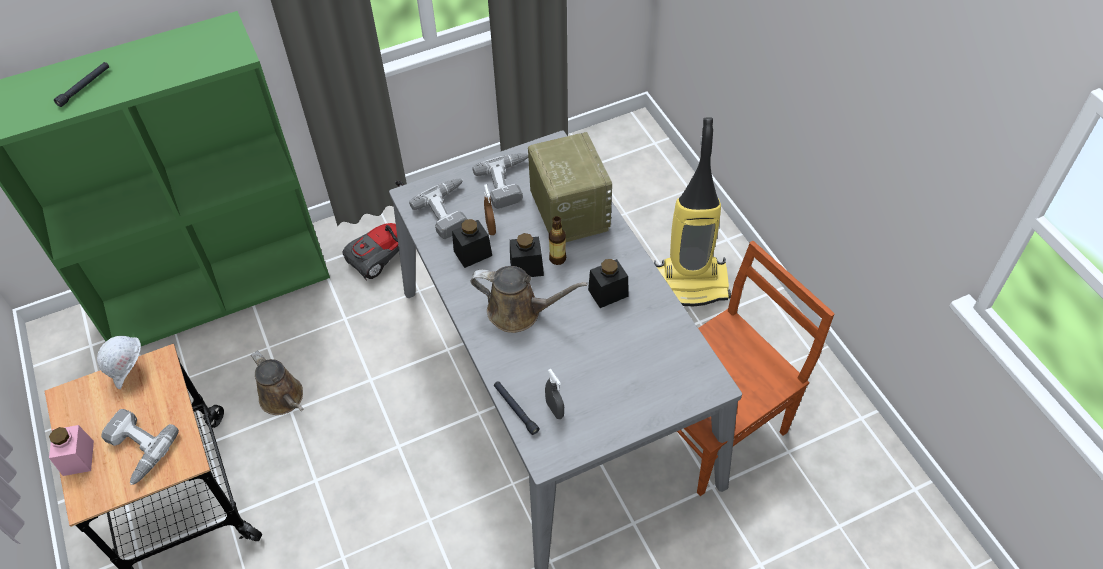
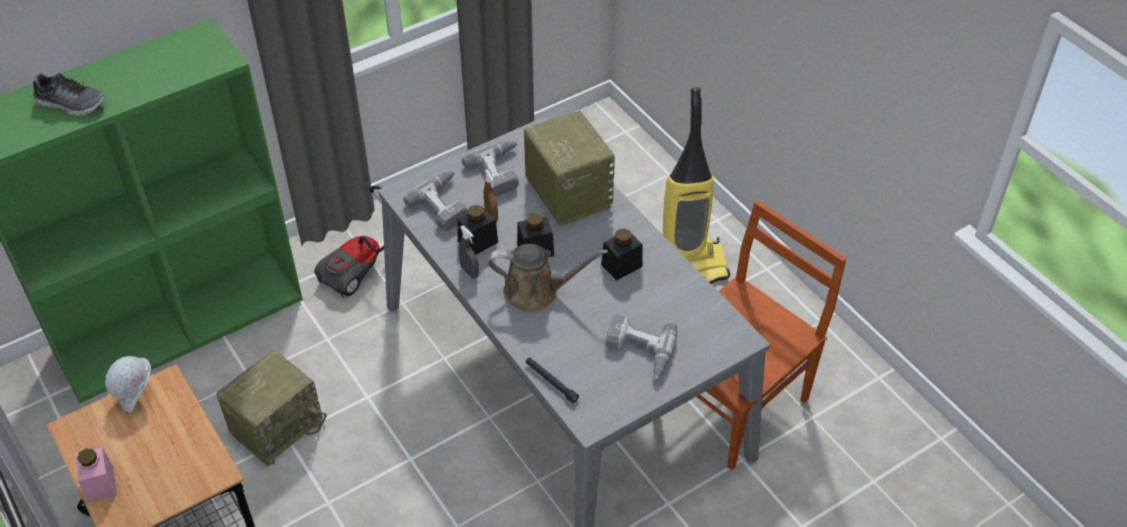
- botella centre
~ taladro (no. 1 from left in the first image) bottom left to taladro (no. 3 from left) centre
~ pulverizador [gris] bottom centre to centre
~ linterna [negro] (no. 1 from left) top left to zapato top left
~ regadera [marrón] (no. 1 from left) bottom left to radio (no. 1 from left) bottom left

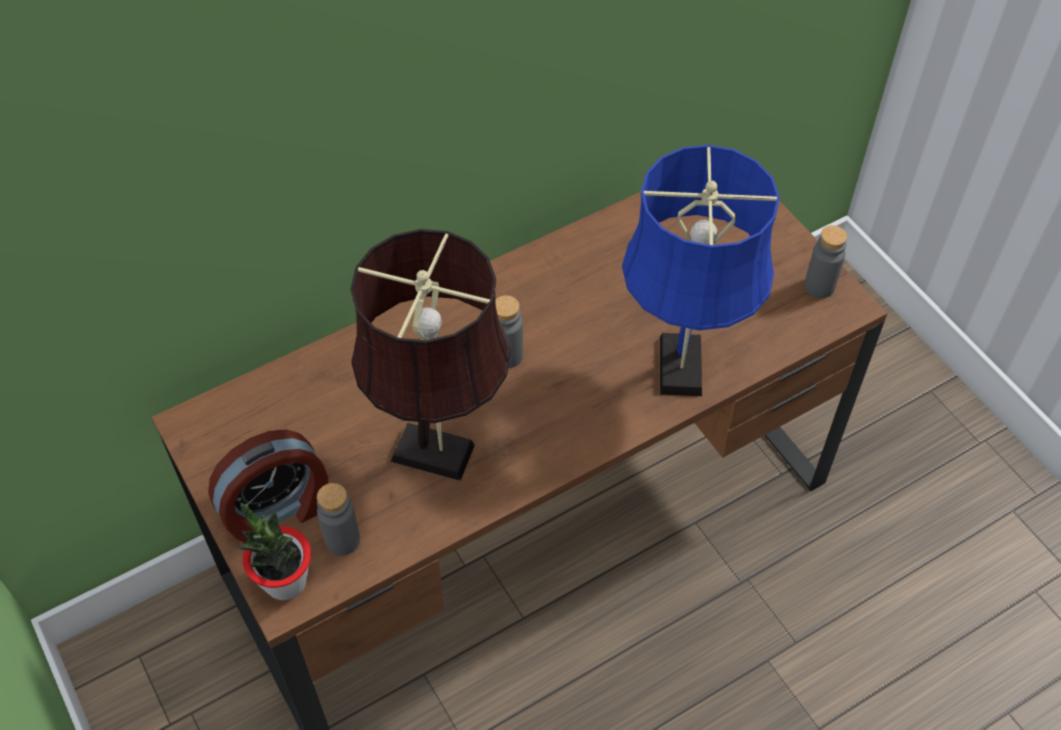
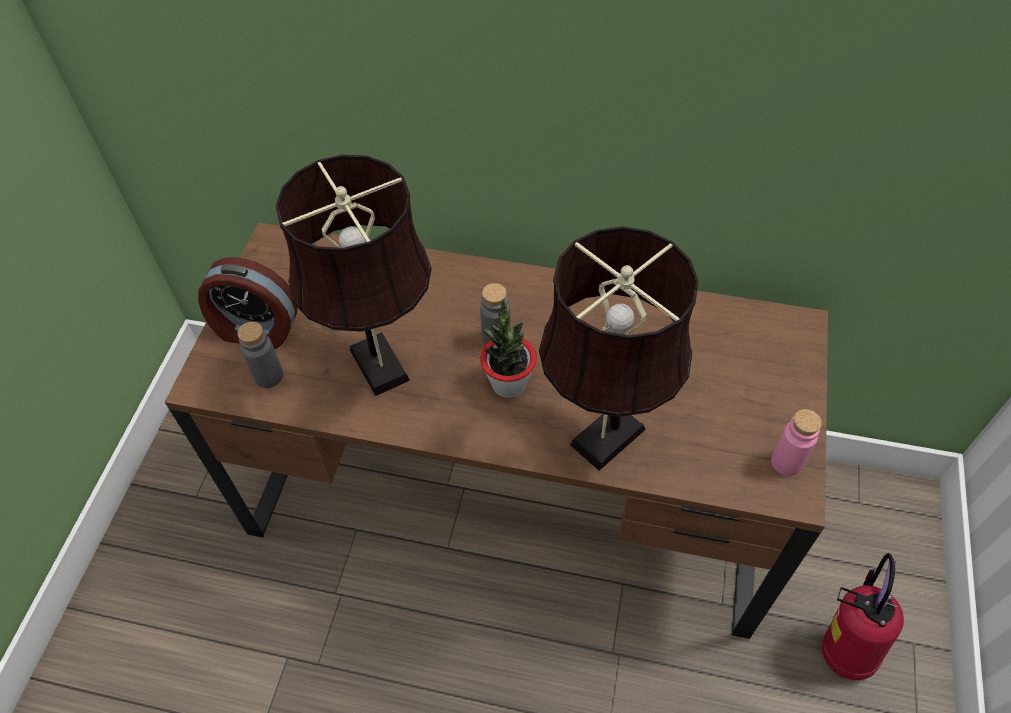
+ extintor bottom right
~ planta en maceta bottom left to centre
~ lámpara de mesa [azul] centre to lámpara de mesa [marrón] (no. 2 from left) centre
~ botella [gris] (no. 3 from left) middle right to botella [rosa] middle right

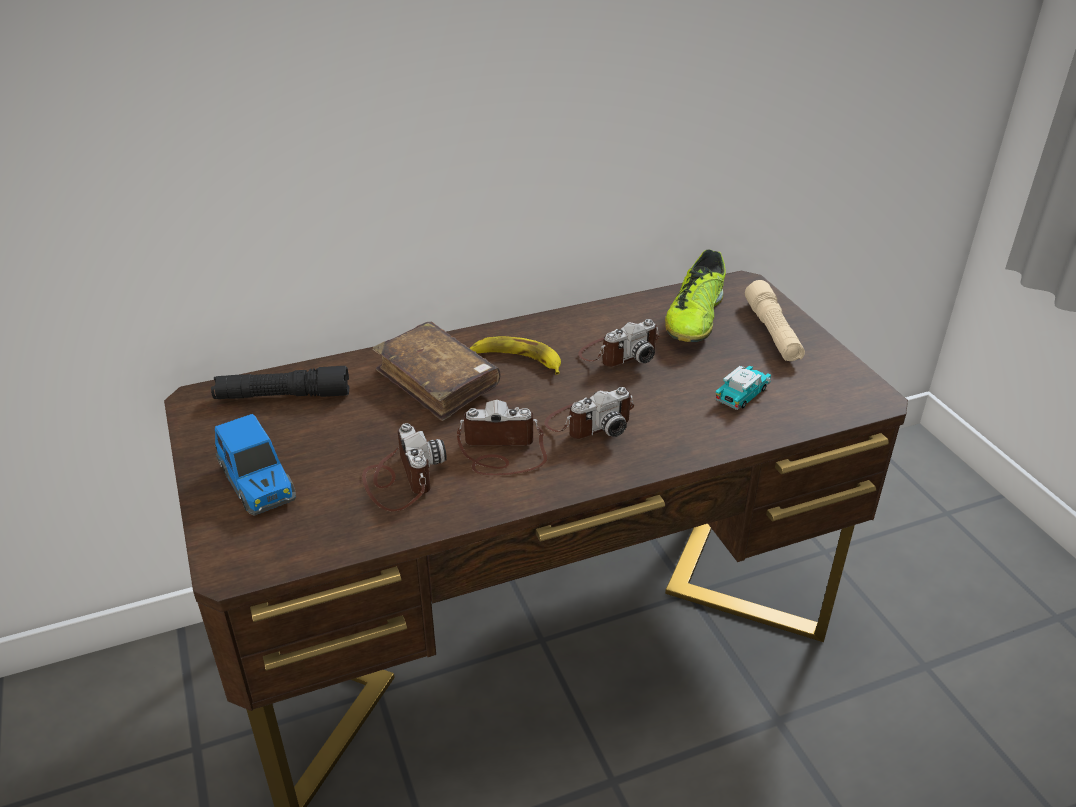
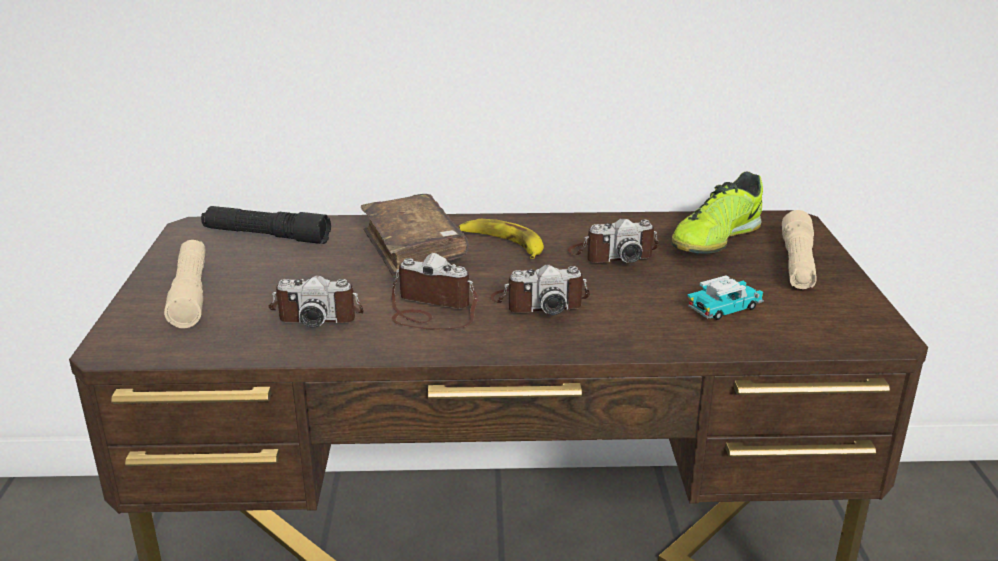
~ coche de juguete (no. 1 from left) middle left to linterna [beis] (no. 1 from left) middle left
~ cámara (no. 1 from left) centre = middle left 90 degrees clockwise

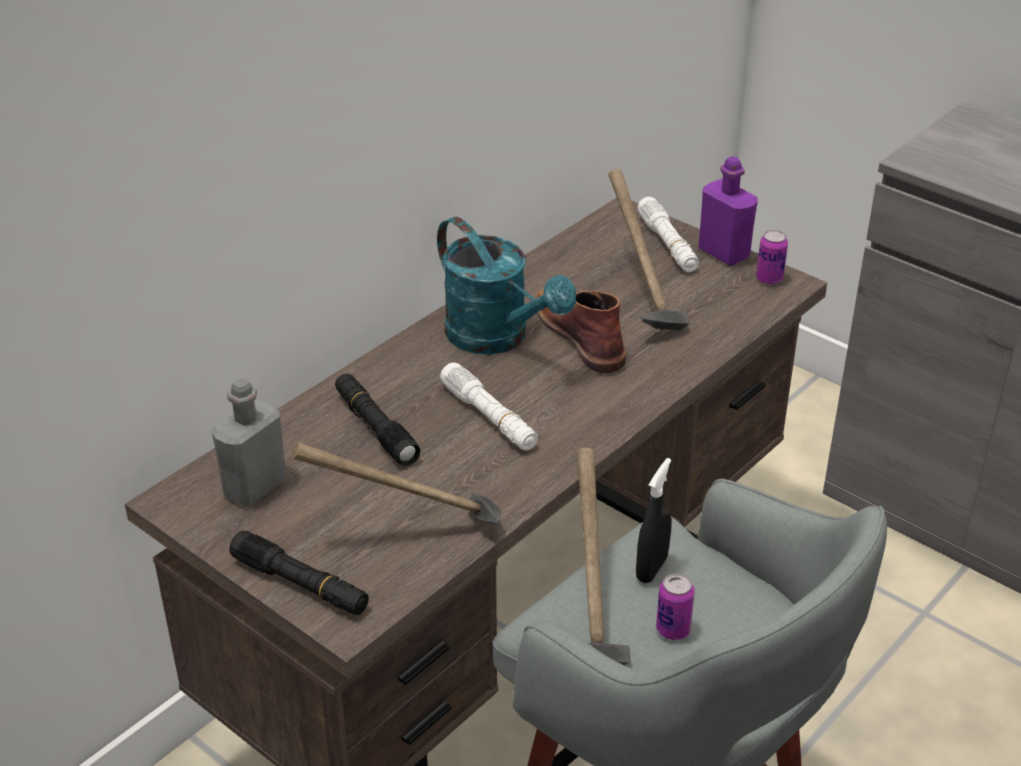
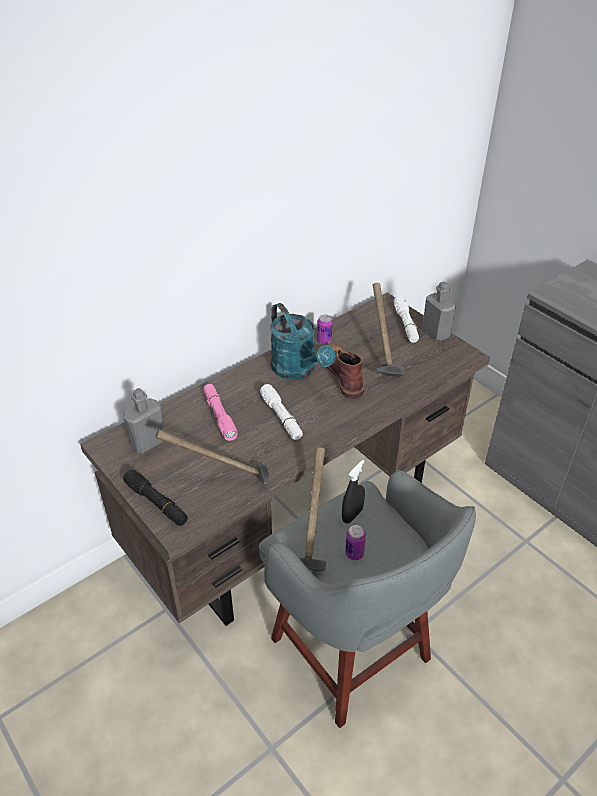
~ lata (no. 2 from left in the first image) middle right to lata (no. 1 from left) centre
~ linterna [negro] (no. 2 from left) centre to linterna [rosa] centre
~ botella [morado] top right to botella [gris] (no. 2 from left) middle right

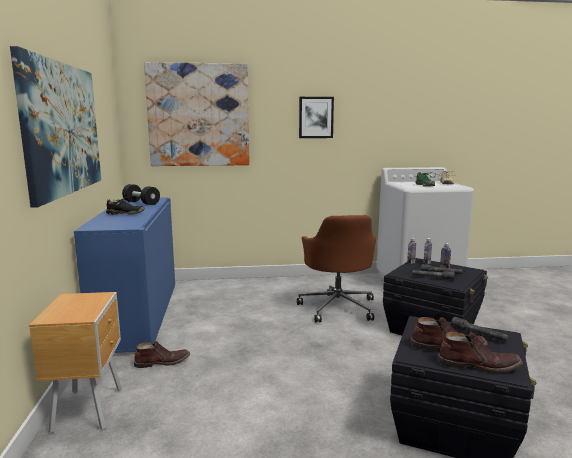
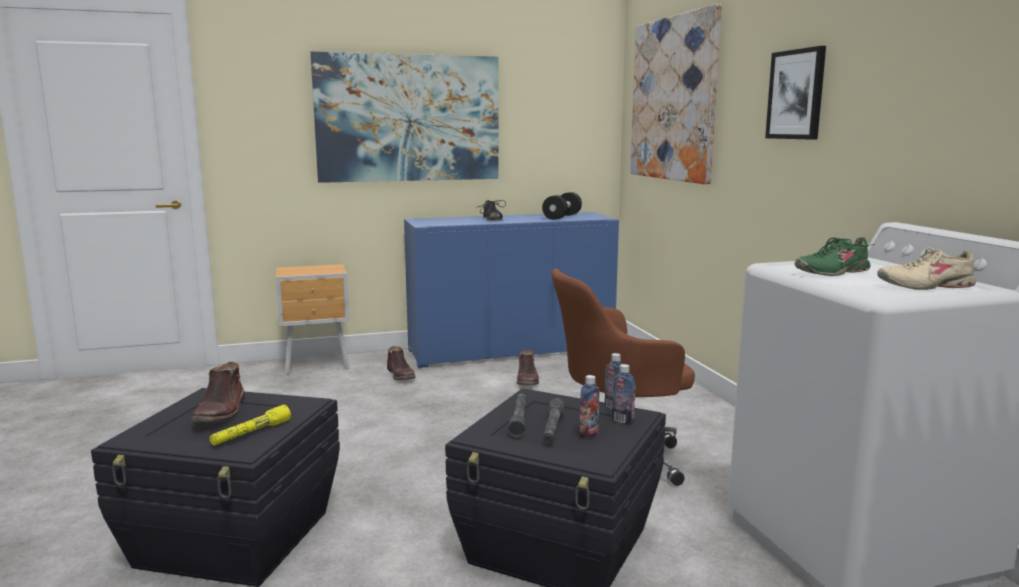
~ bota [marrón] (no. 3 from left) bottom right to centre
~ linterna [gris] (no. 3 from left) bottom right to linterna [amarillo] bottom left

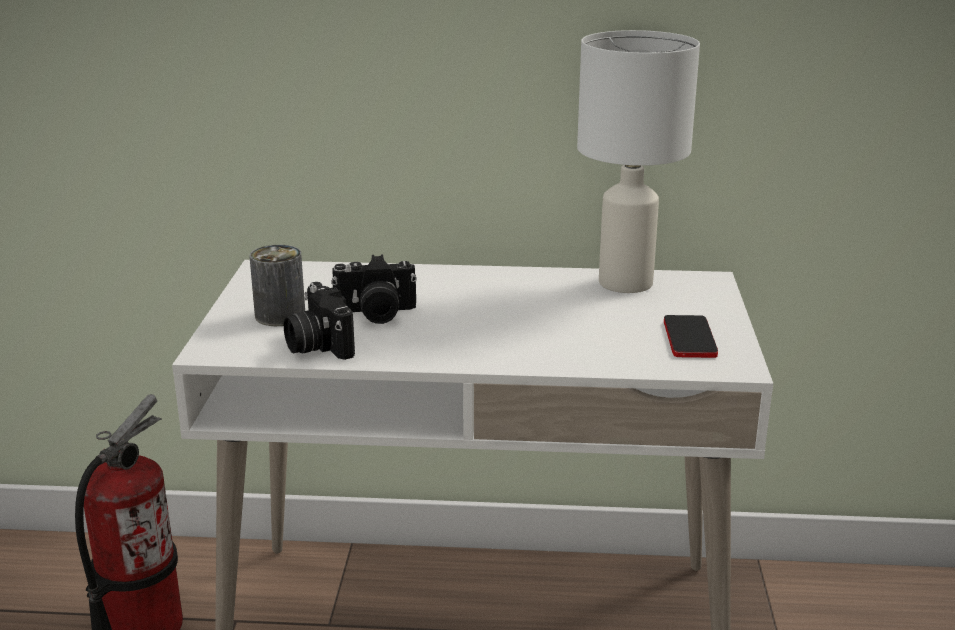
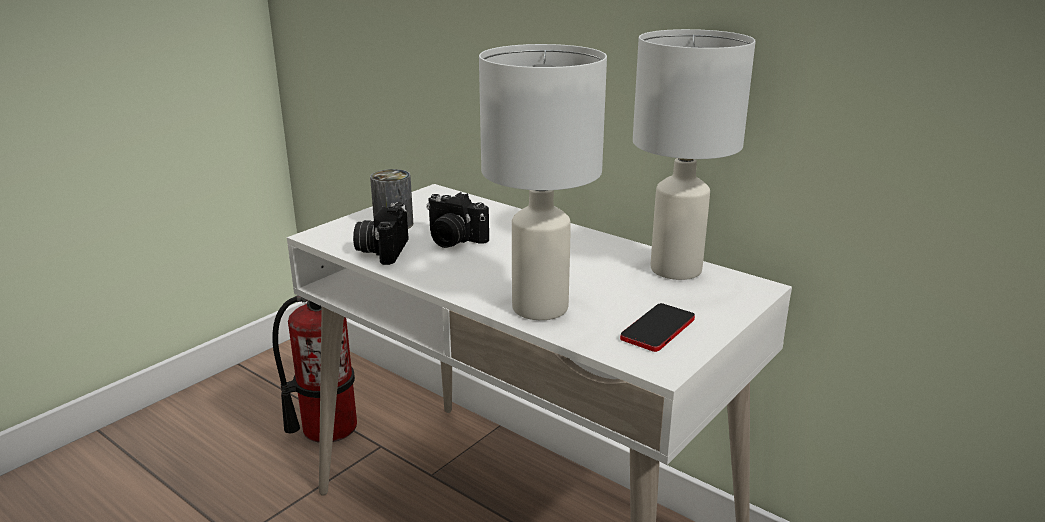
+ lámpara de mesa [blanco] (no. 1 from left) centre

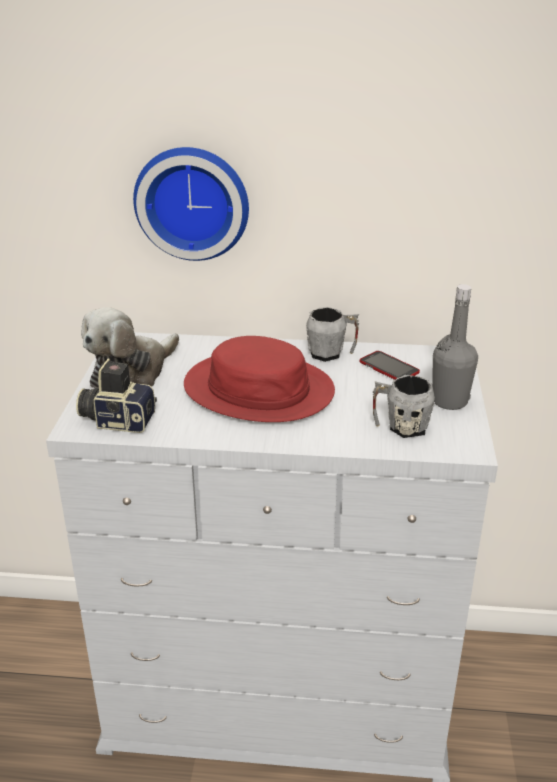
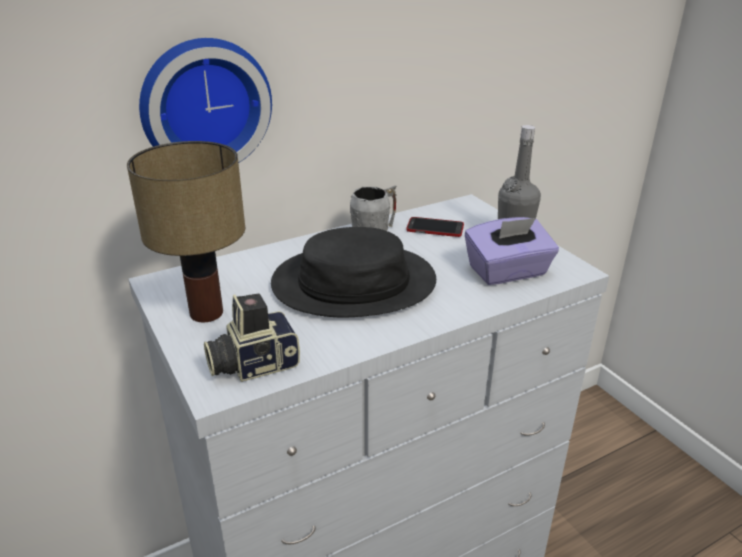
~ peluche middle left to lámpara de mesa middle left
~ taza grande [gris] (no. 2 from left) middle right to caja de pañuelos [morado] middle right
~ sombrero [rojo] centre to sombrero [negro] centre

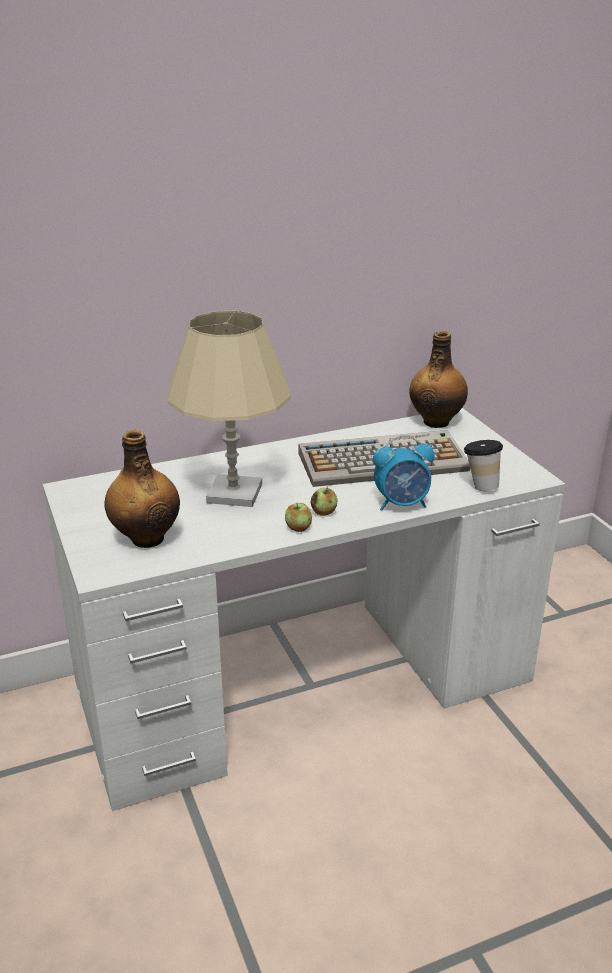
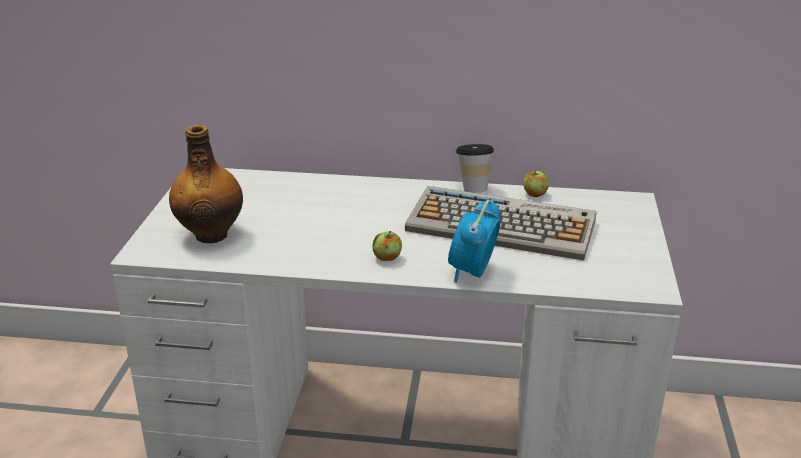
- lámpara de mesa [beis] centre
- botella (no. 2 from left) middle right
~ manzana (no. 1 from left in the first image) centre to manzana (no. 2 from left) middle right
~ taza middle right to centre
~ despertador centre = centre 90 degrees clockwise

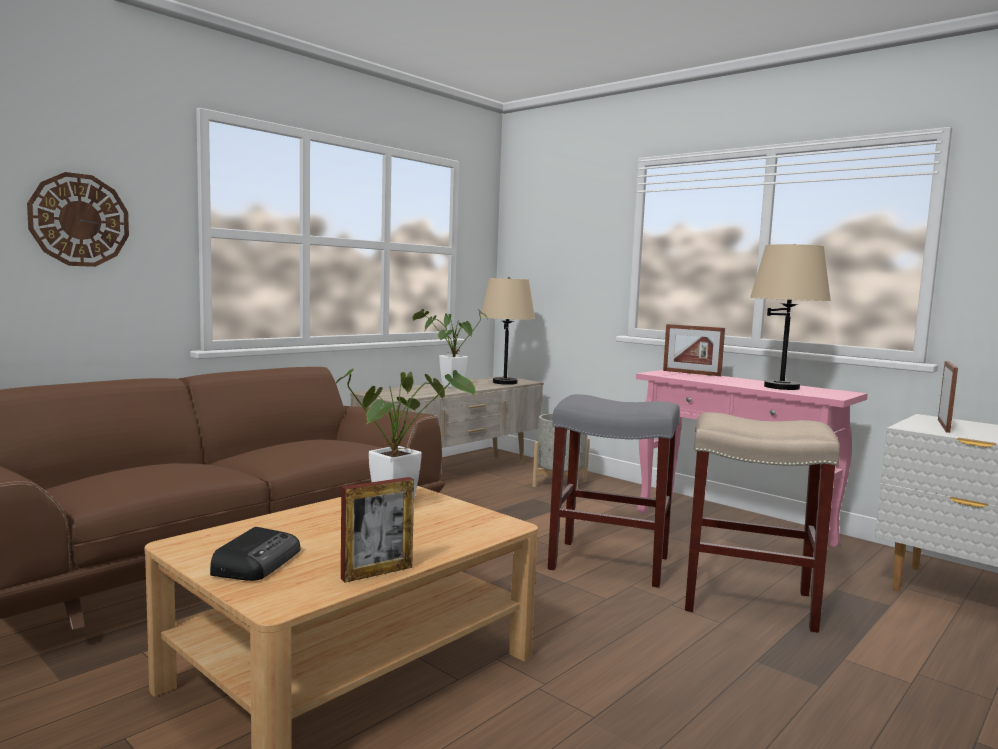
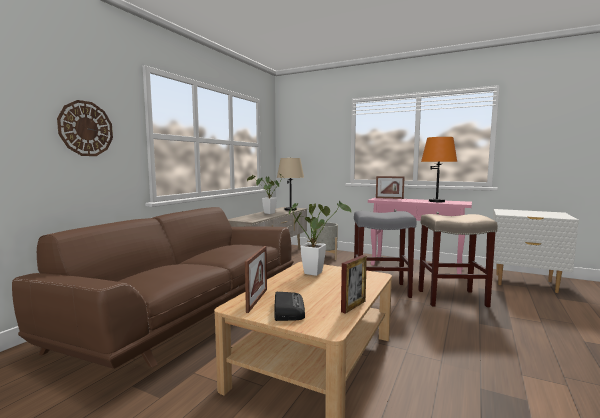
~ portarretratos (no. 3 from left in the first image) middle right to portarretratos (no. 1 from left) bottom centre
~ lámpara de mesa [beis] (no. 2 from left) middle right to lámpara de mesa [naranja] middle right

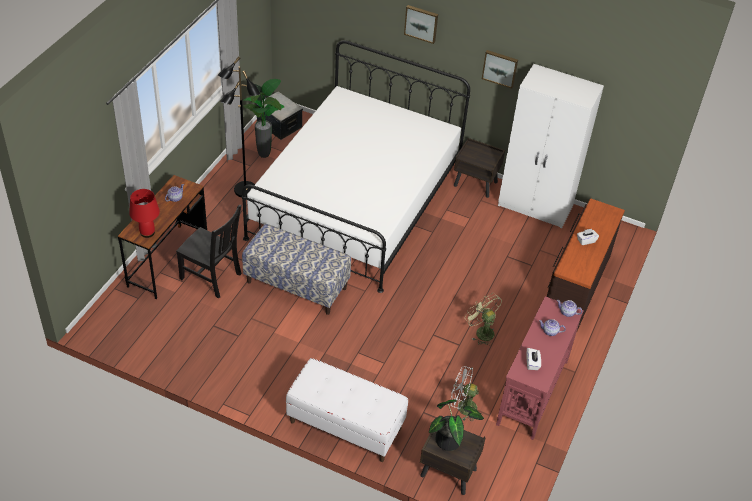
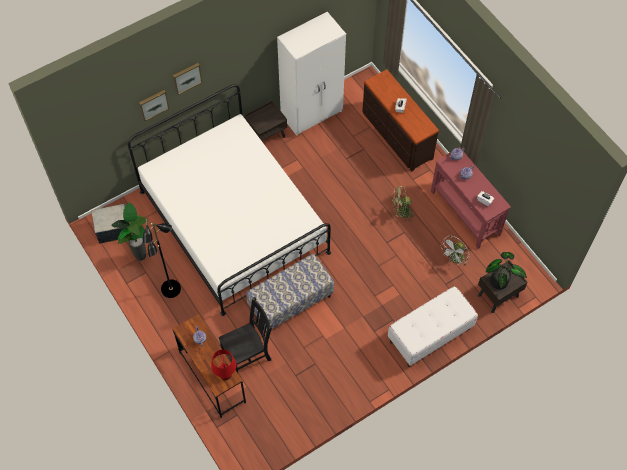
~ cuadro (no. 2 from left in the first image) top centre to cuadro (no. 1 from left) top left

